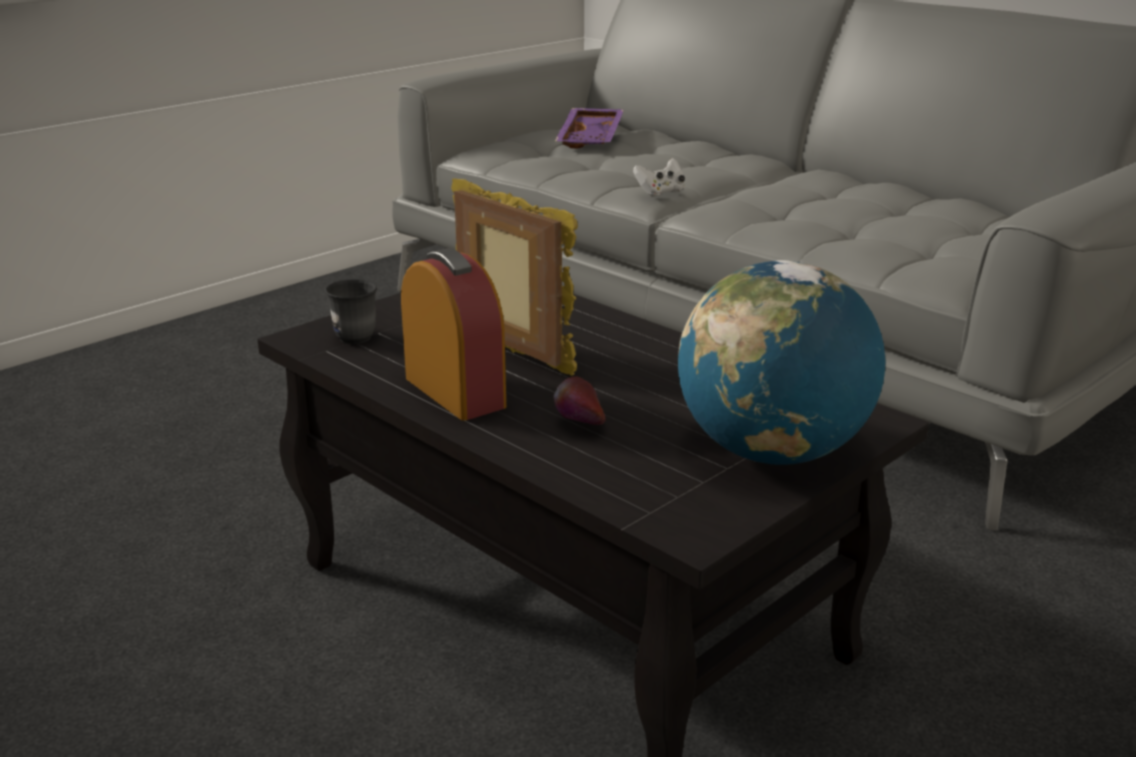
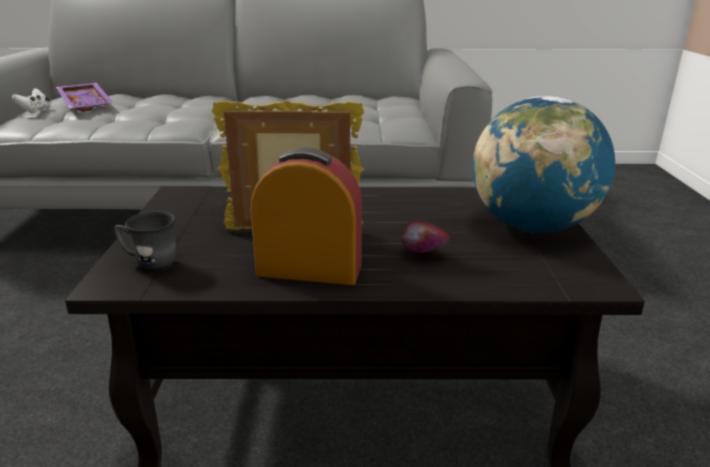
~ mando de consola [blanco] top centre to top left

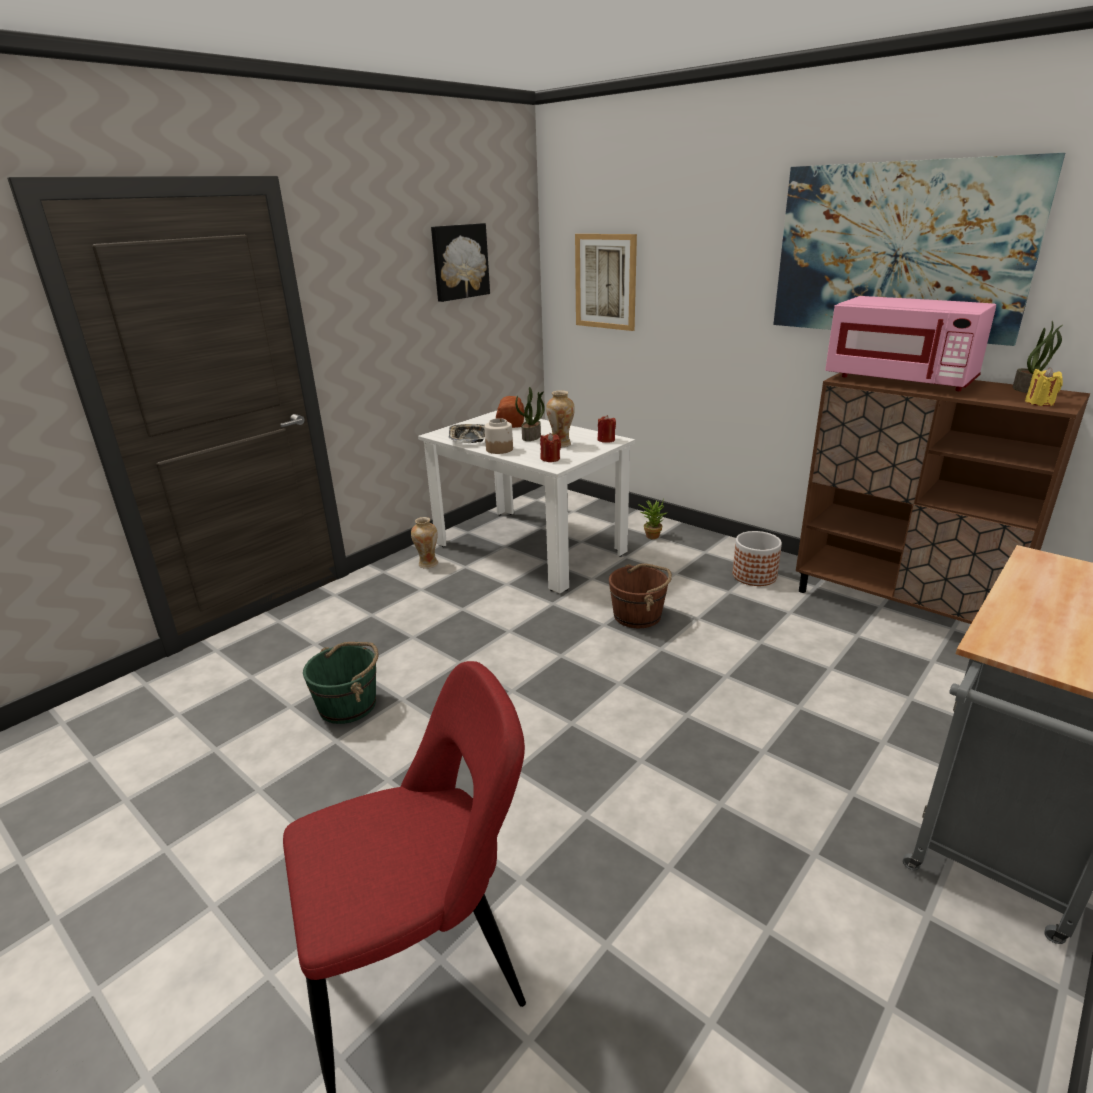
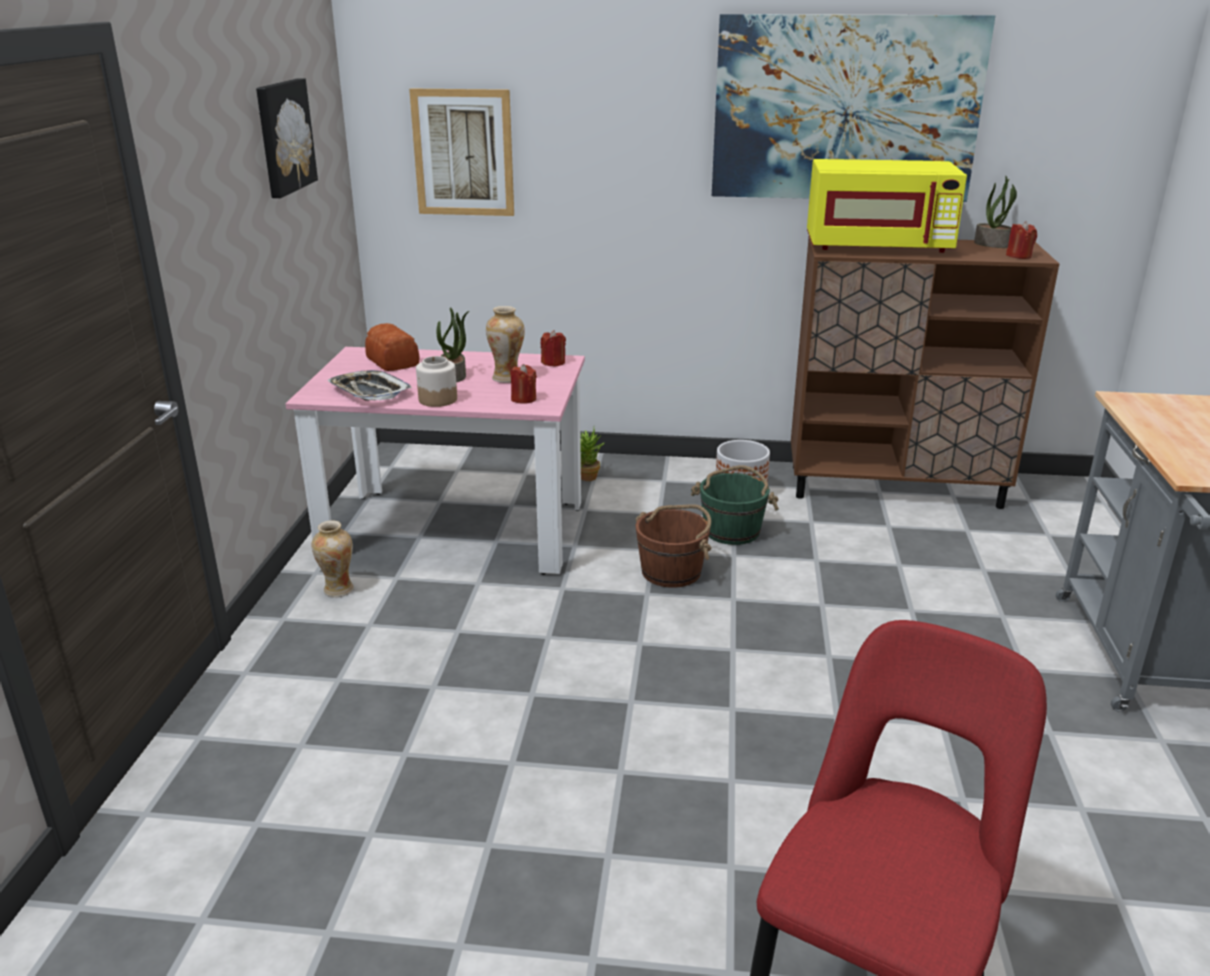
~ cubo [verde] middle left to centre
~ mesa de comedor [blanco] centre to mesa de comedor [rosa] centre
~ microondas [rosa] top right to microondas [amarillo] top right
~ vela [amarillo] middle right to vela [rojo] (no. 3 from left) top right

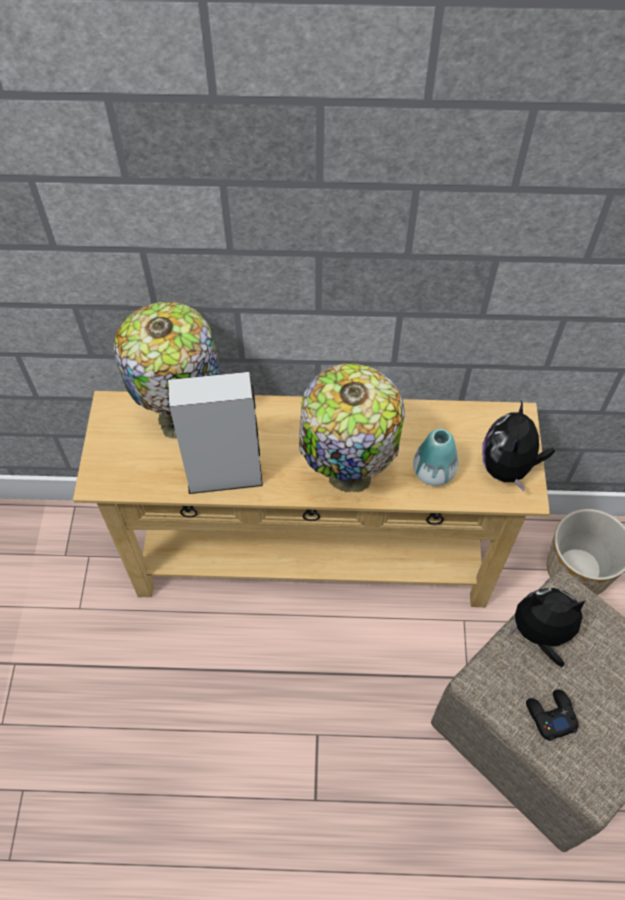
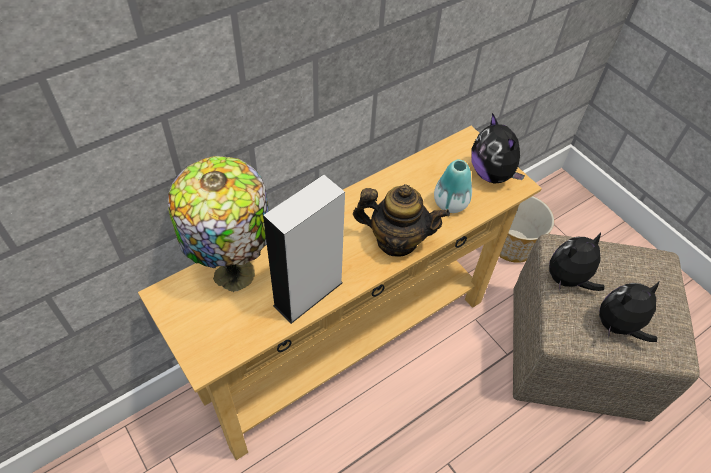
~ lámpara de mesa (no. 2 from left) centre to tetera centre
~ mando de consola [negro] bottom right to peluche (no. 3 from left) middle right

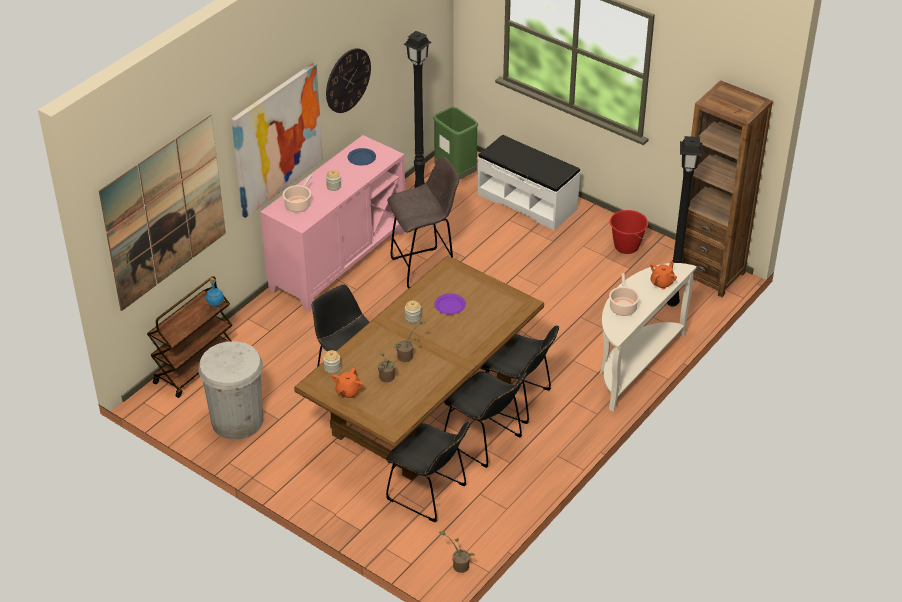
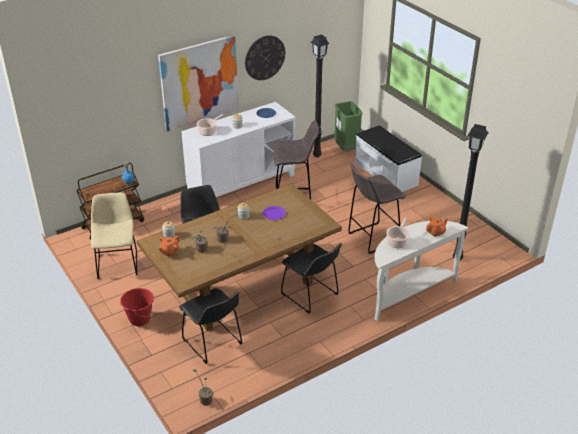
- cuadro (no. 1 from left) middle left
- silla [negro] (no. 3 from left) bottom centre
- estantería [marrón] top right
+ taburete [gris] (no. 2 from left) centre
~ cubo [rojo] middle right to bottom left
~ papelera [blanco] middle left to silla [beis] middle left
~ armario [rosa] centre to armario [blanco] centre

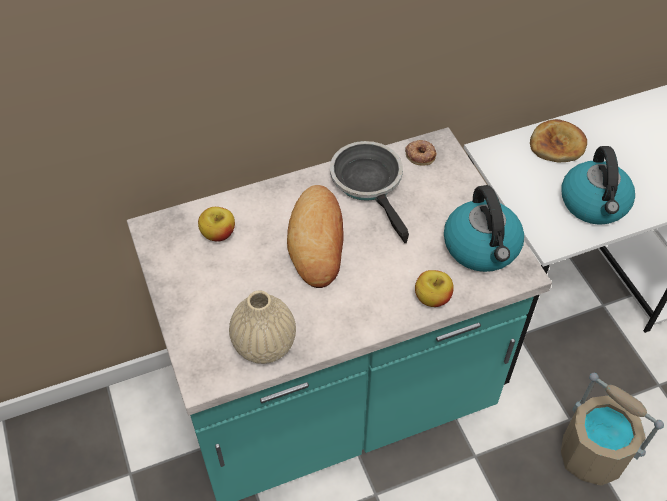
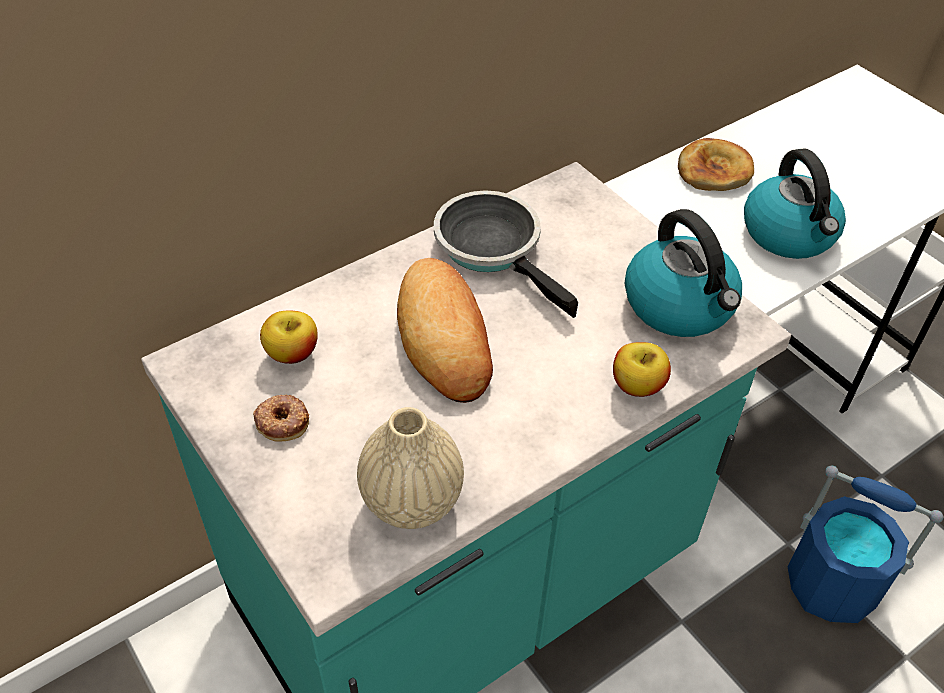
~ rosquilla top centre to middle left
~ cubo [beis] bottom right to cubo [azul] bottom right

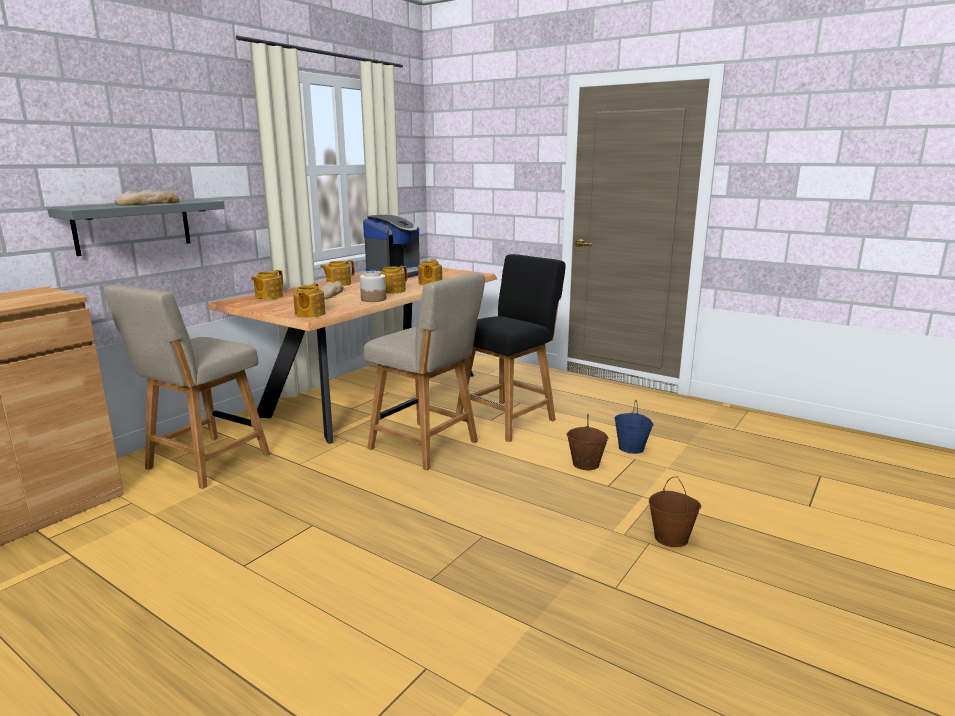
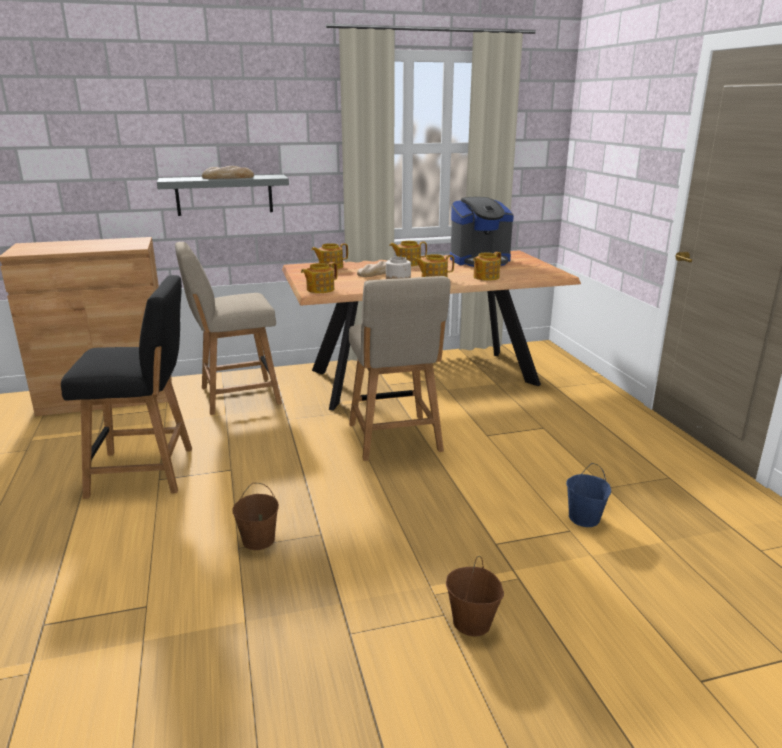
~ silla [negro] centre to middle left
~ cubo [marrón] (no. 1 from left) centre to bottom left

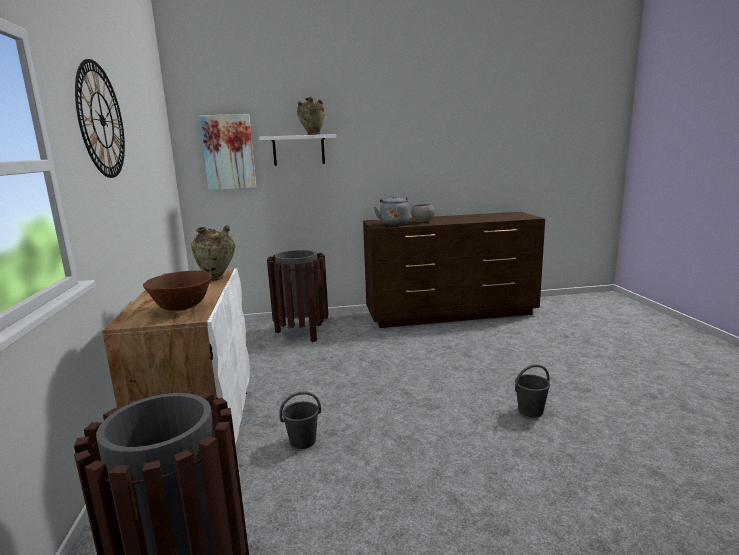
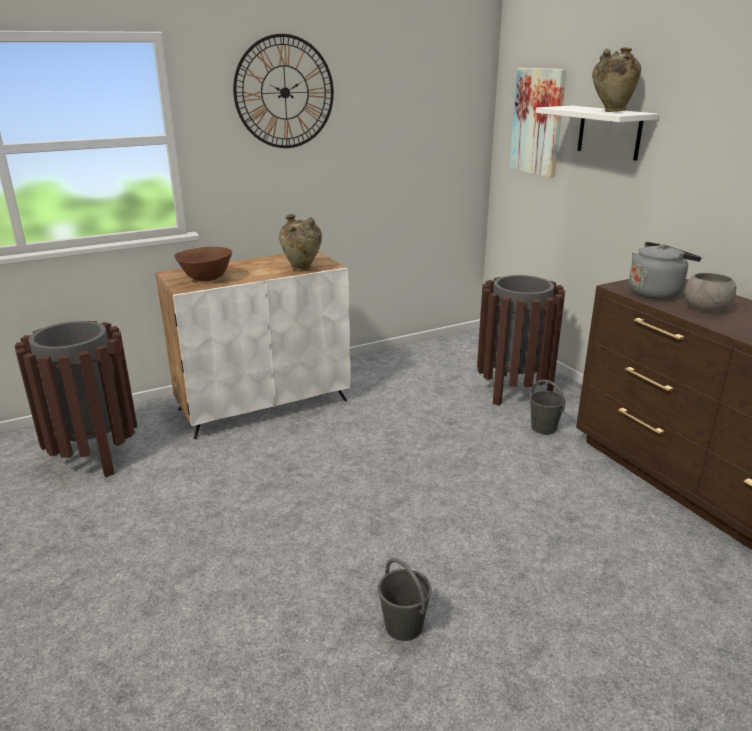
~ cubo [gris] (no. 1 from left in the first image) bottom centre to cubo [gris] (no. 2 from left) middle right

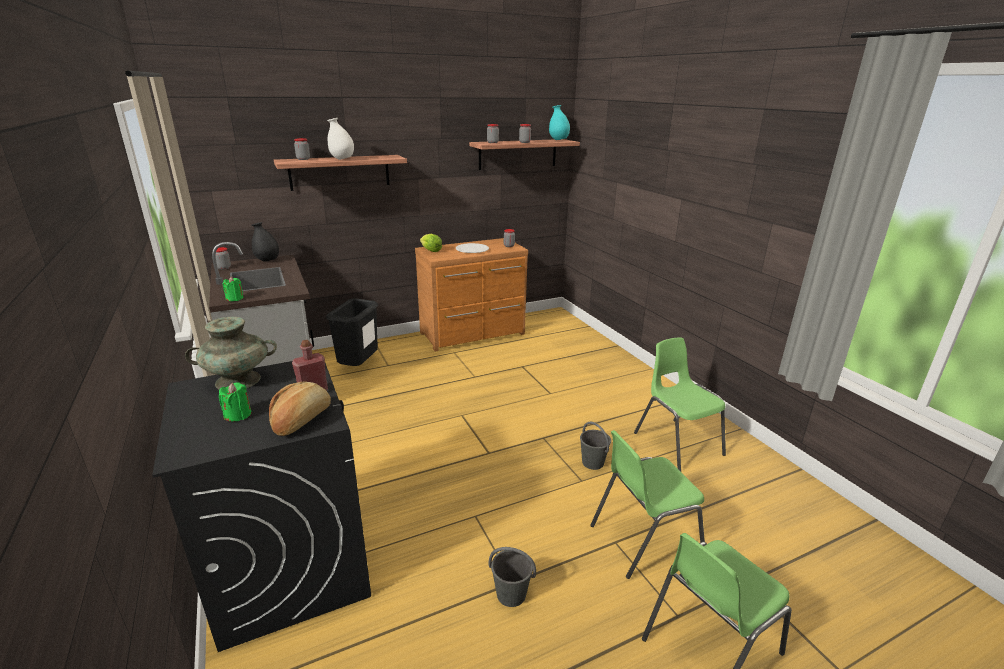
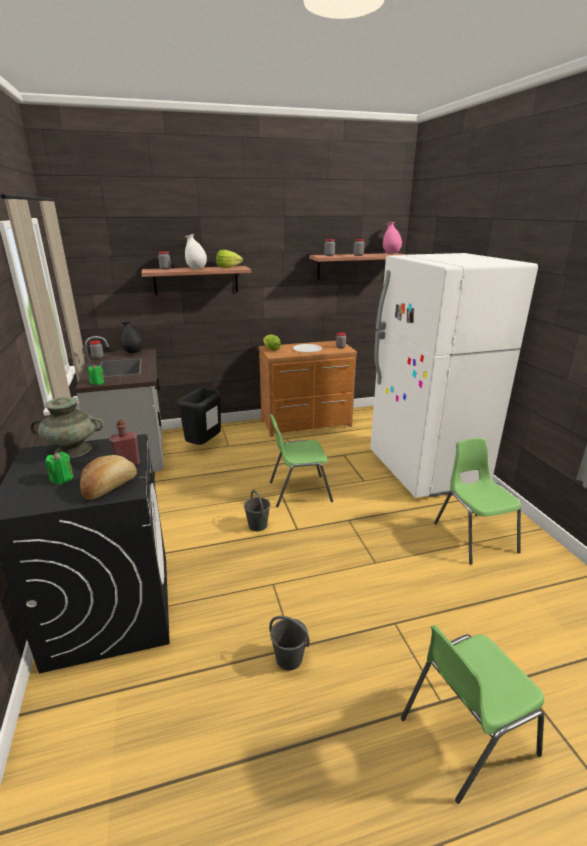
+ lechuga (no. 1 from left) top centre
+ nevera [blanco] middle right
~ cubo [gris] (no. 2 from left in the first image) bottom centre to cubo [gris] (no. 1 from left) centre
~ silla [verde] (no. 1 from left) bottom centre to centre
~ florero [turquesa] (no. 2 from left) top centre to florero [rosa] top right

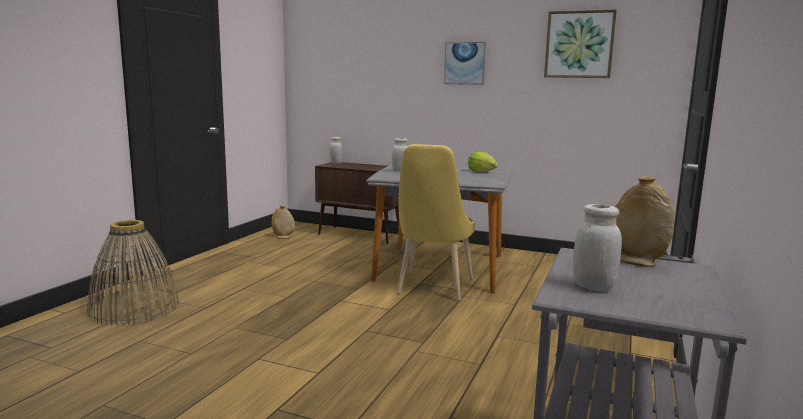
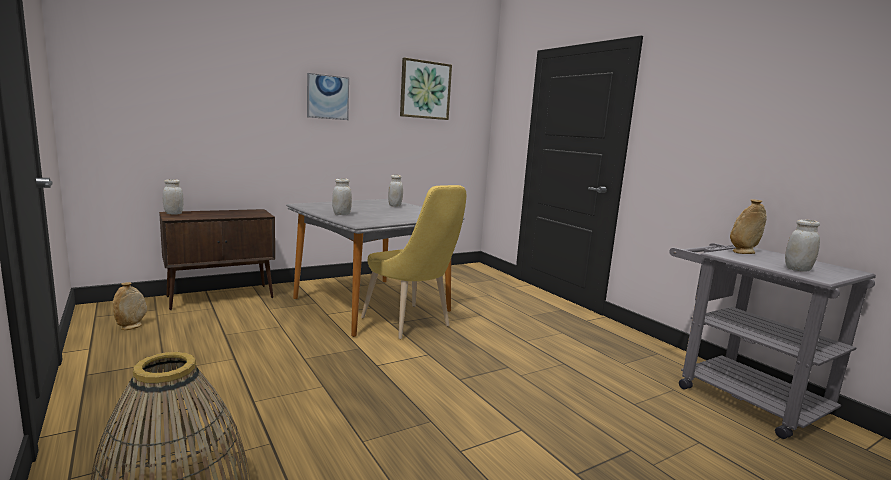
~ lechuga centre to tarro [blanco] (no. 3 from left) centre

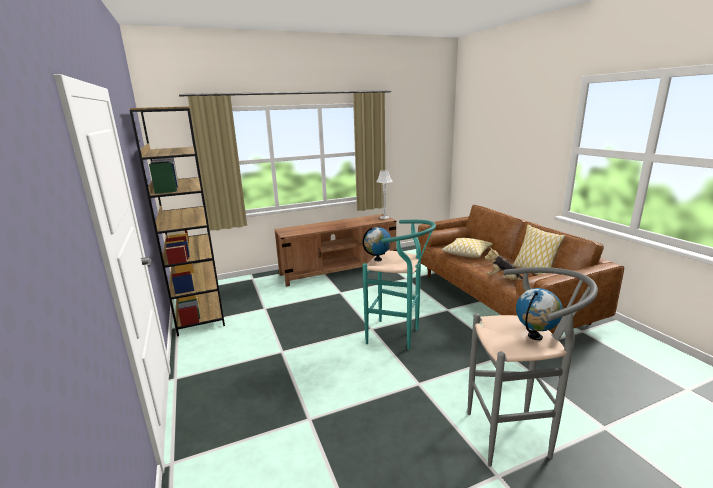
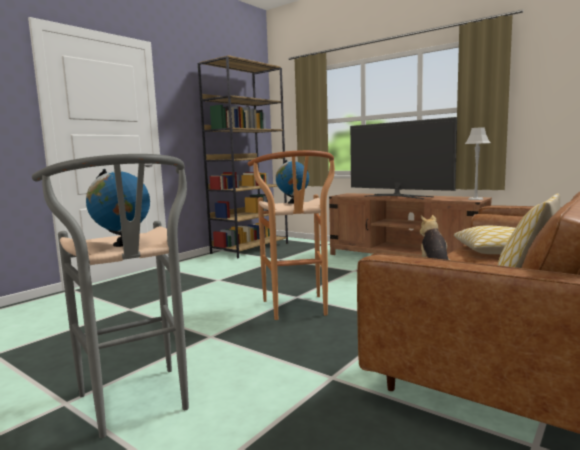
+ televisor middle right
~ taburete [turquesa] centre to taburete [marrón] centre

